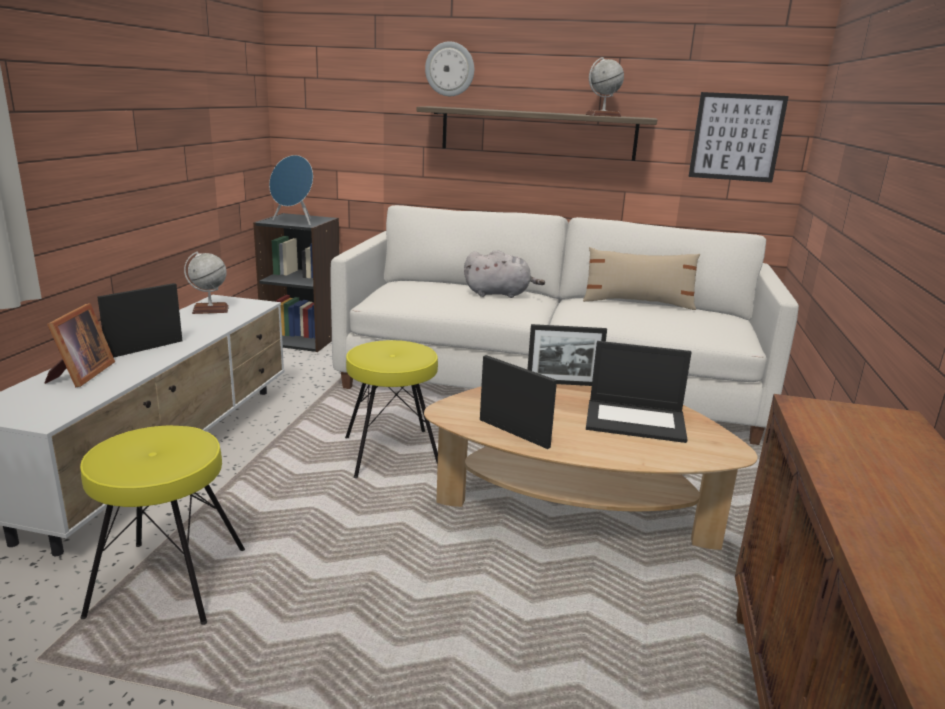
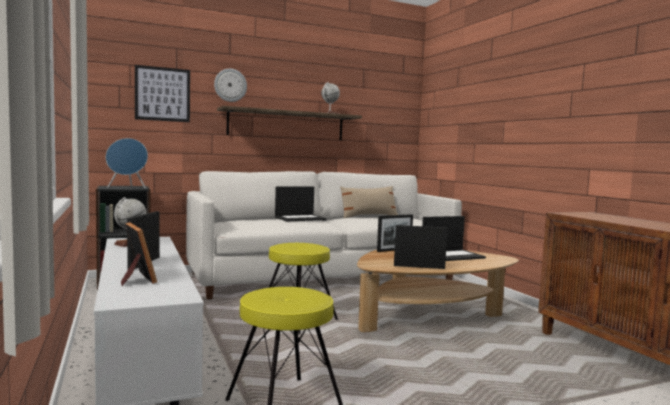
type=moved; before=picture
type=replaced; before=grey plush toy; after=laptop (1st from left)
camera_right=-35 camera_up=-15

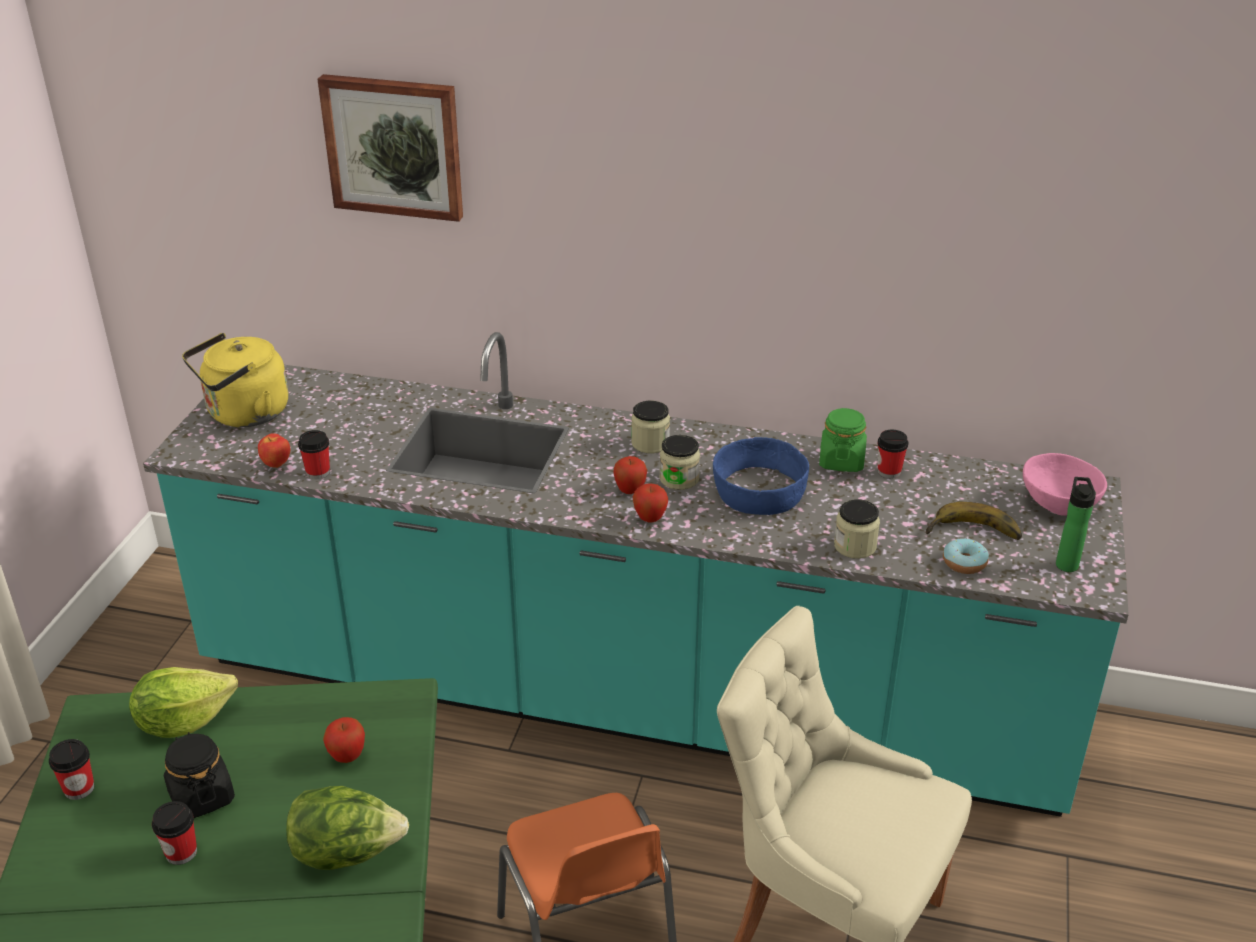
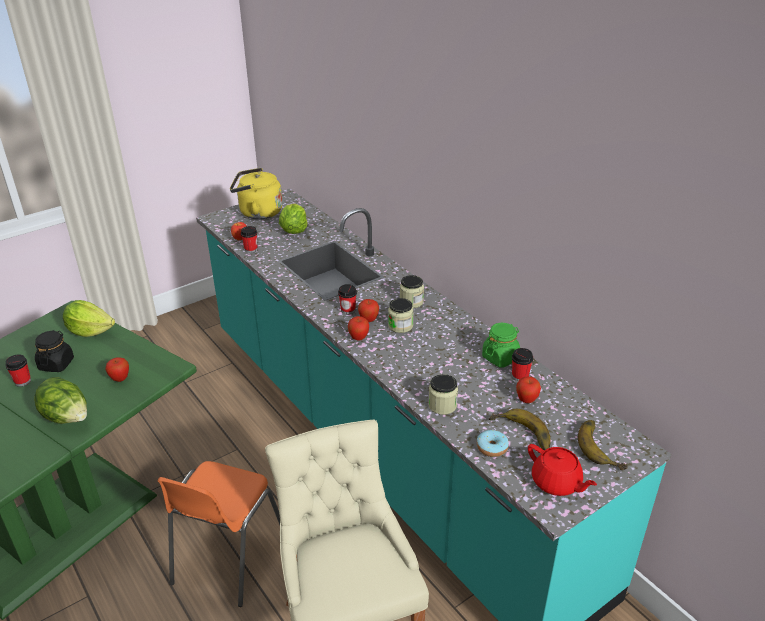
type=added; after=lettuce (3rd from left)
type=moved; before=cup (1st from left in the first image); after=cup (3rd from left)
type=added; after=apple (5th from left)
type=replaced; before=bottle; after=red teapot
type=replaced; before=pink bowl; after=banana (2nd from left)
type=removed; before=picture
type=removed; before=blue bowl
camera_right=40 camera_up=0

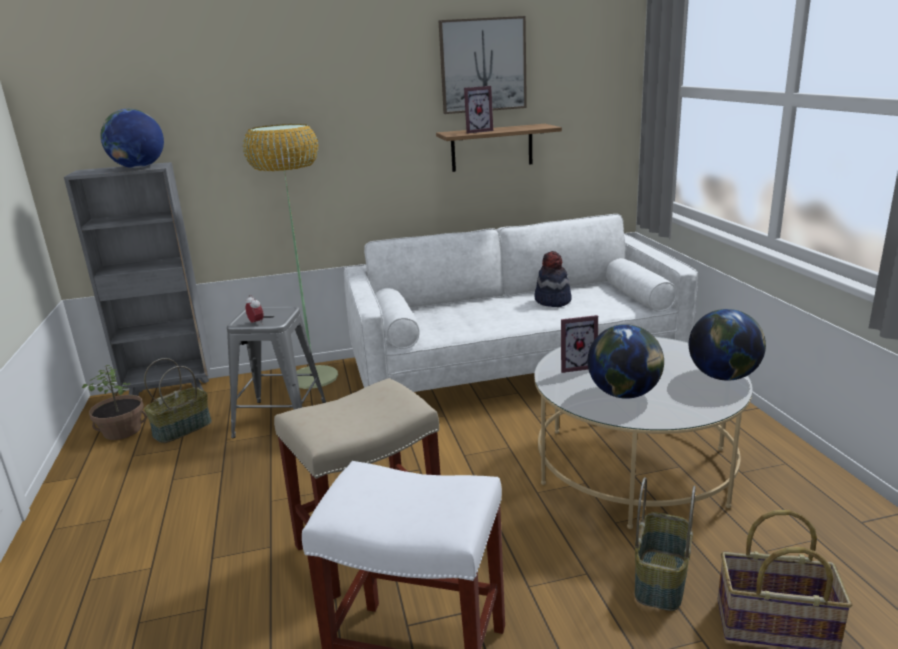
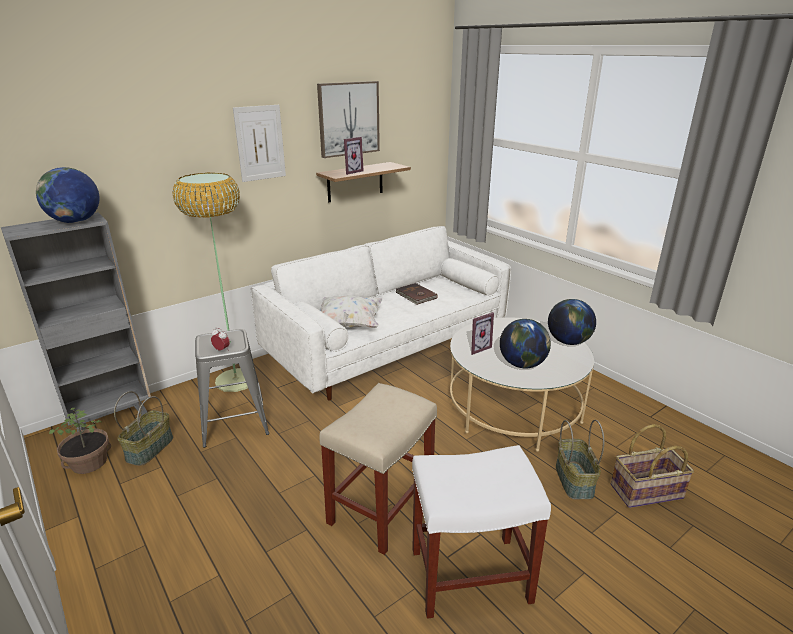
type=added; after=picture (1st from left)
type=added; after=white pillow
type=replaced; before=hat; after=brown book
camera_right=-25 camera_up=5

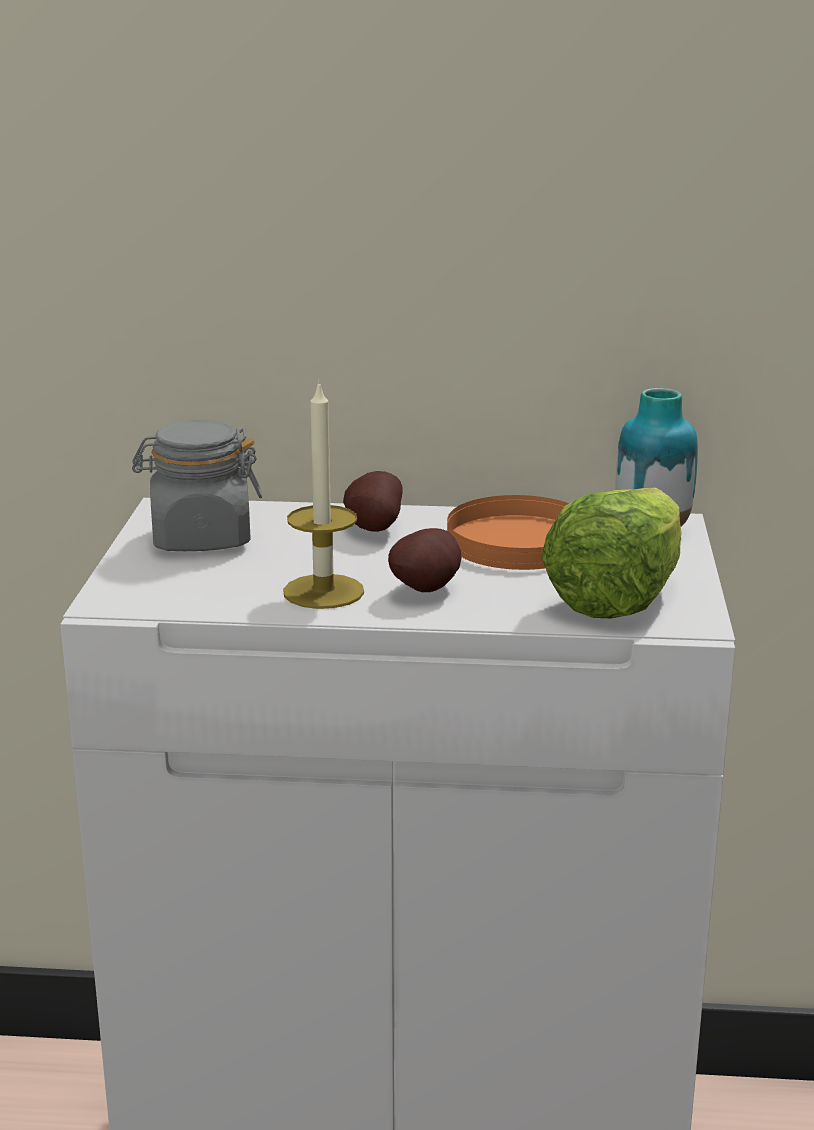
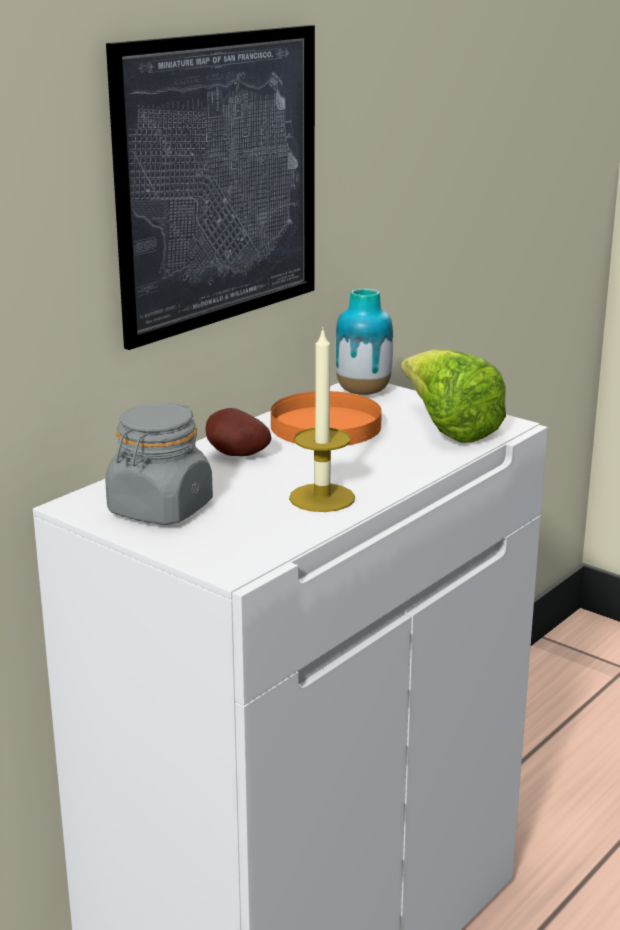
type=added; after=picture
type=removed; before=potato (2nd from left)
camera_right=-55 camera_up=0

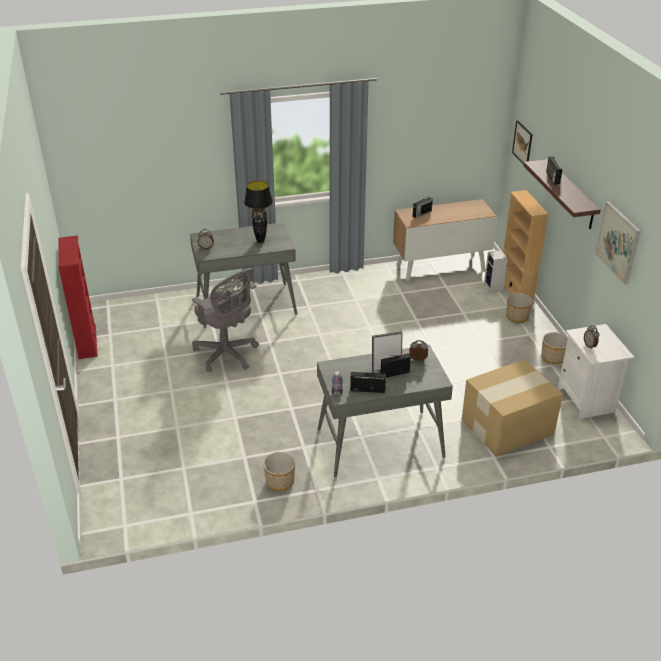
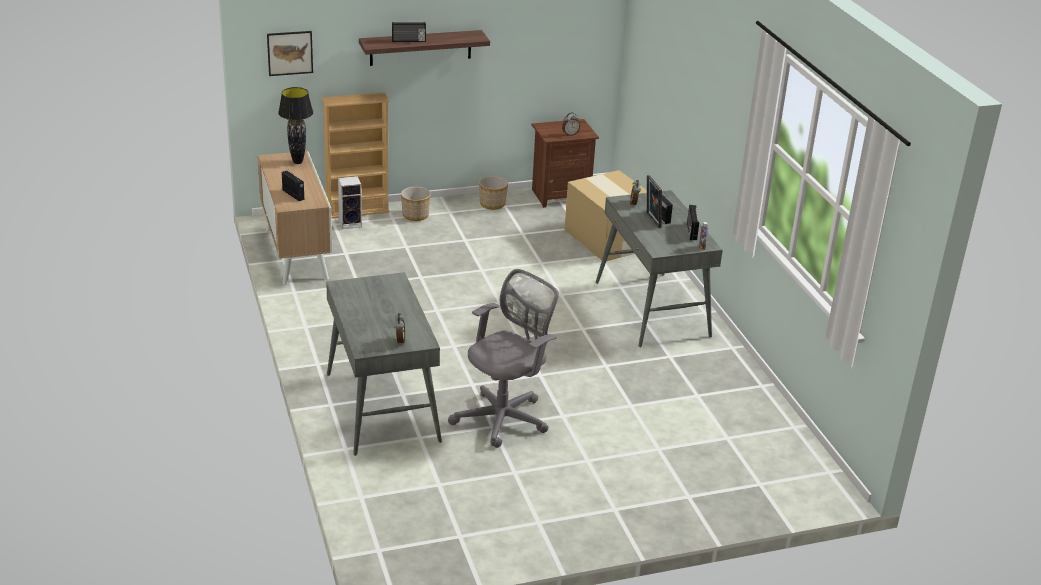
type=moved; before=black table lamp
type=recoloured; before=white nightstand; after=brown nightstand
type=removed; before=red bookcase
type=removed; before=planter (1st from left)
type=removed; before=picture (2nd from left)
camera_right=-95 camera_up=-5

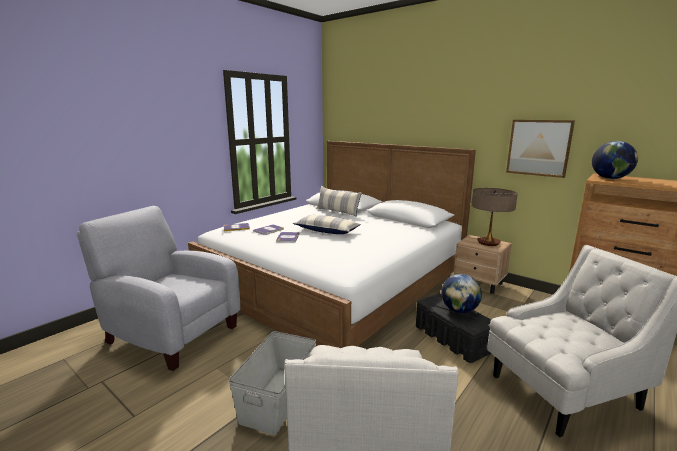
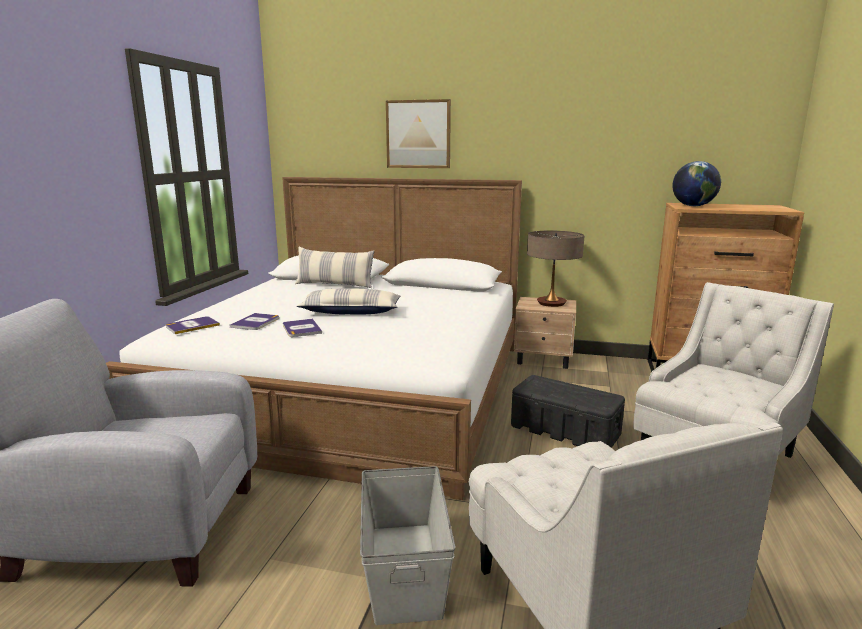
type=moved; before=picture
type=removed; before=globe (1st from left)
camera_right=-25 camera_up=0

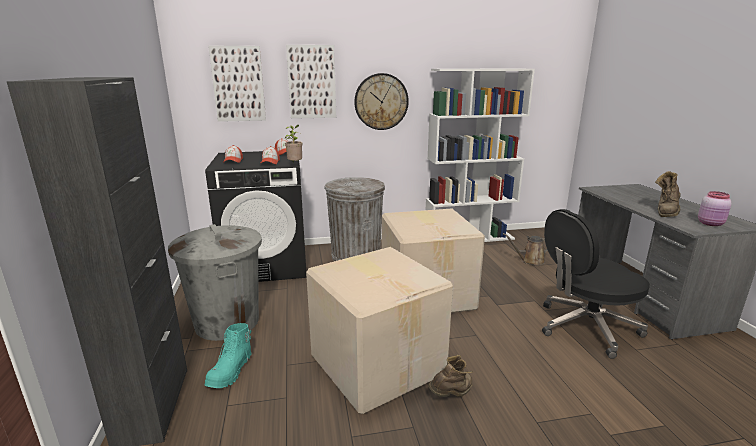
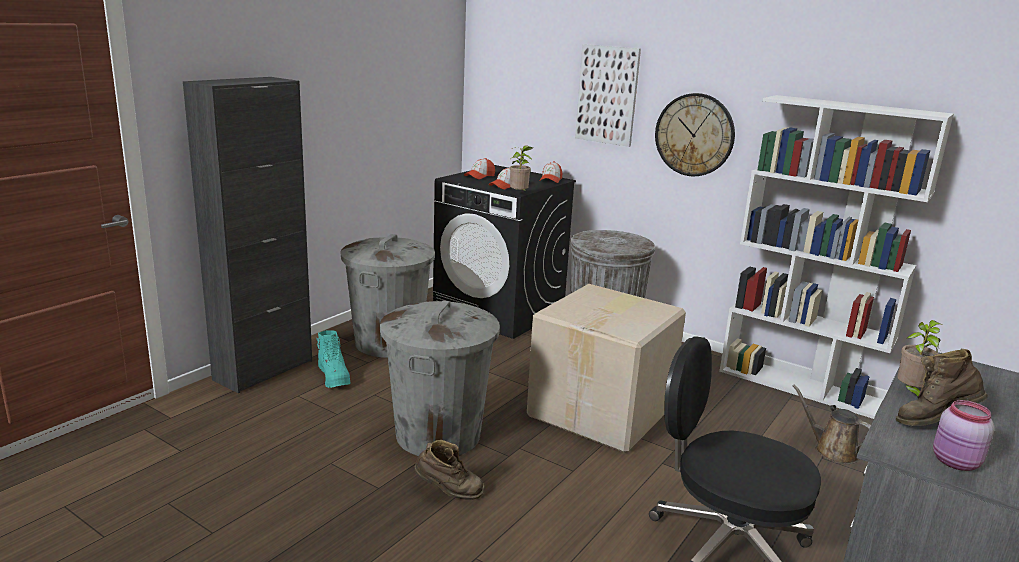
type=turned; before=turquoise boot; turn=-90
type=replaced; before=cardboard box (1st from left); after=grey trash can (2nd from left)
type=added; after=potted plant (2nd from left)
type=removed; before=picture (1st from left)
camera_right=45 camera_up=0

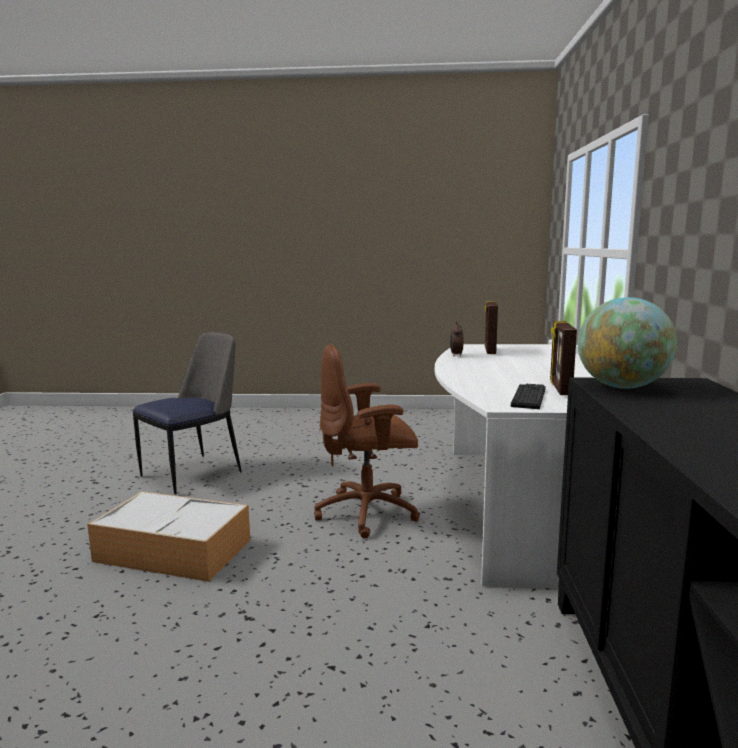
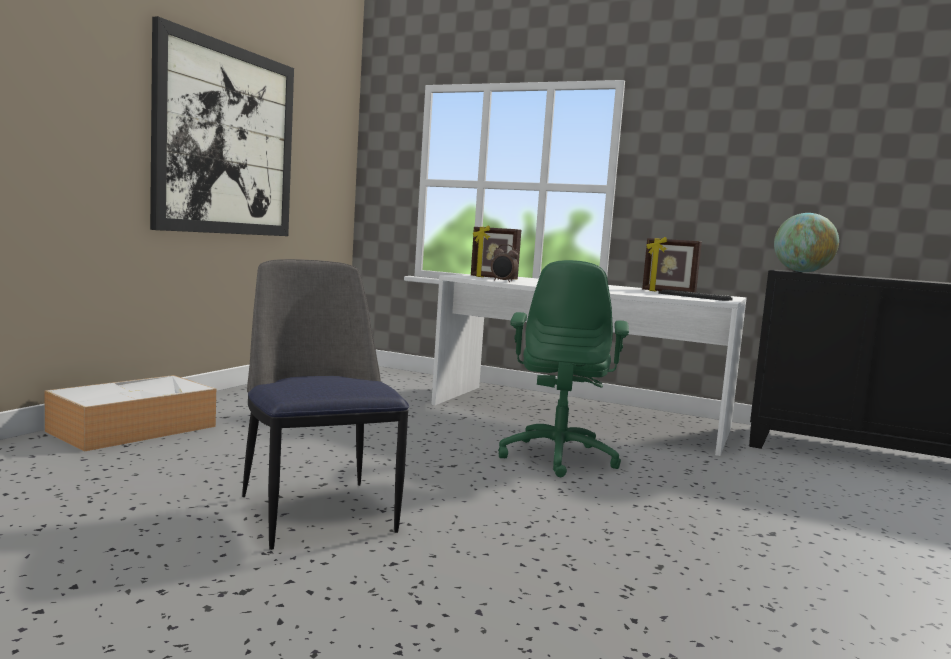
type=moved; before=storage box
type=added; after=picture
type=recoloured; before=brown office chair; after=green office chair
camera_right=-70 camera_up=-5

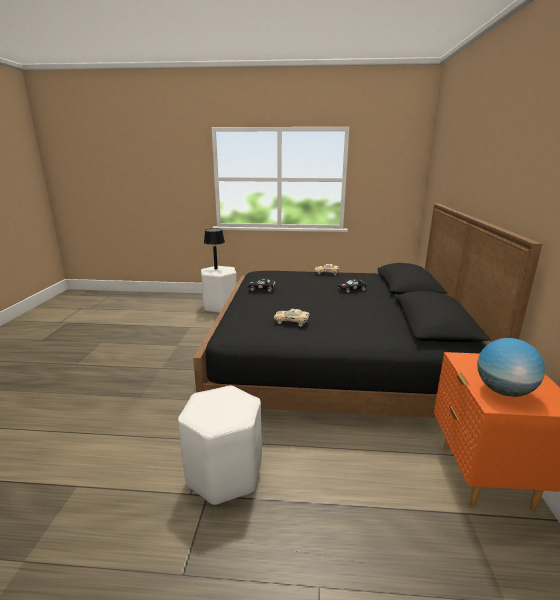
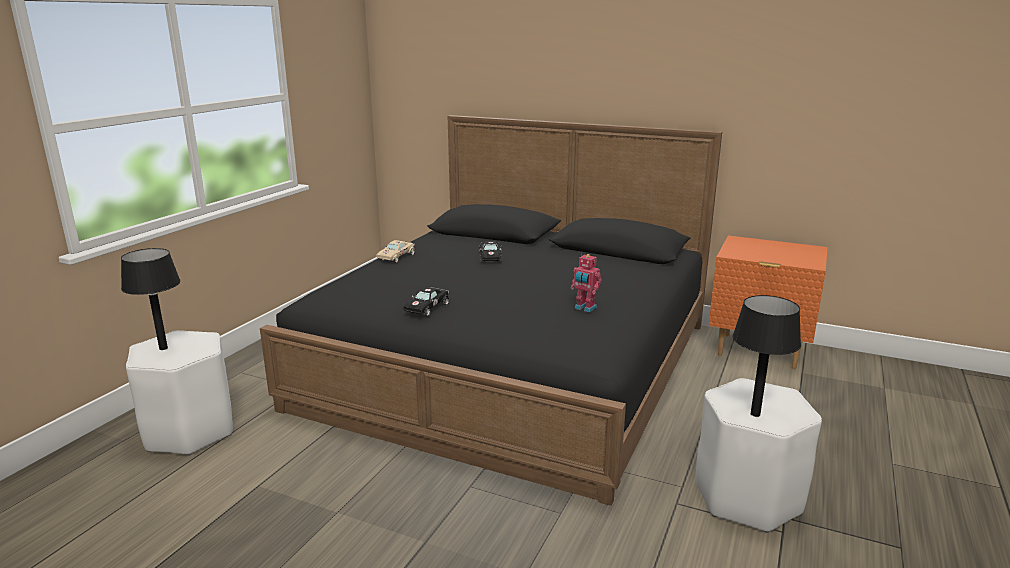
type=replaced; before=beige toy car (1st from left); after=toy robot
type=added; after=black table lamp (2nd from left)
type=removed; before=globe
camera_right=-70 camera_up=0

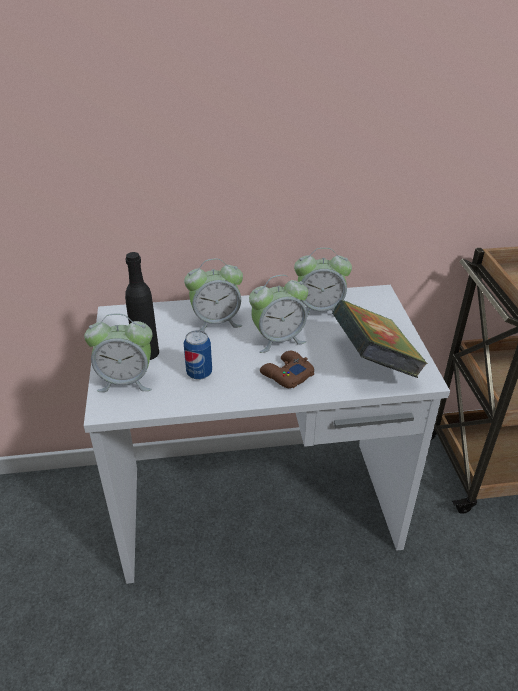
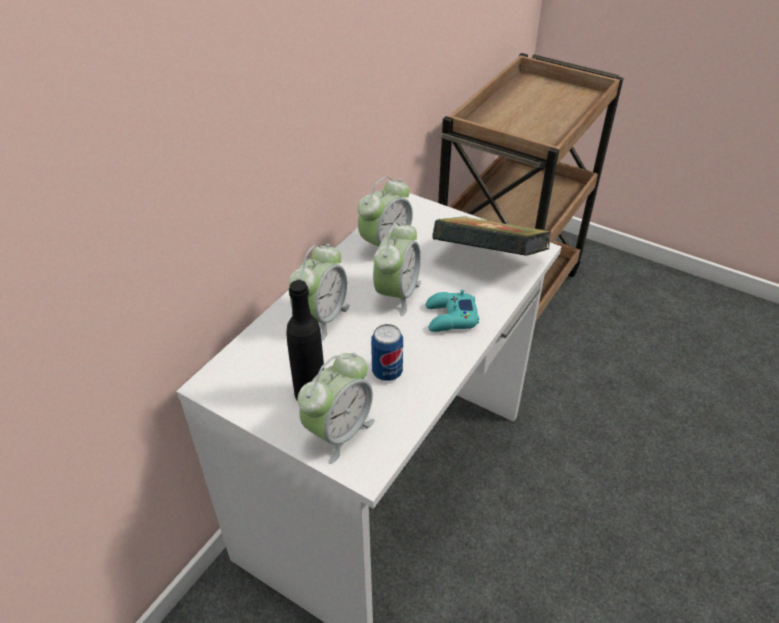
type=recoloured; before=brown game controller; after=turquoise game controller
camera_right=-50 camera_up=5

